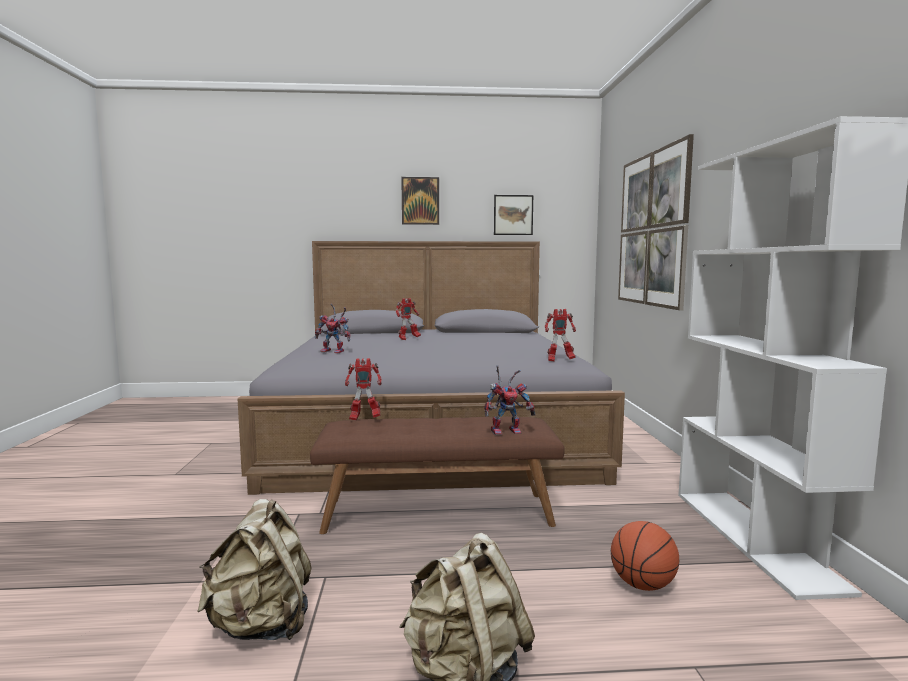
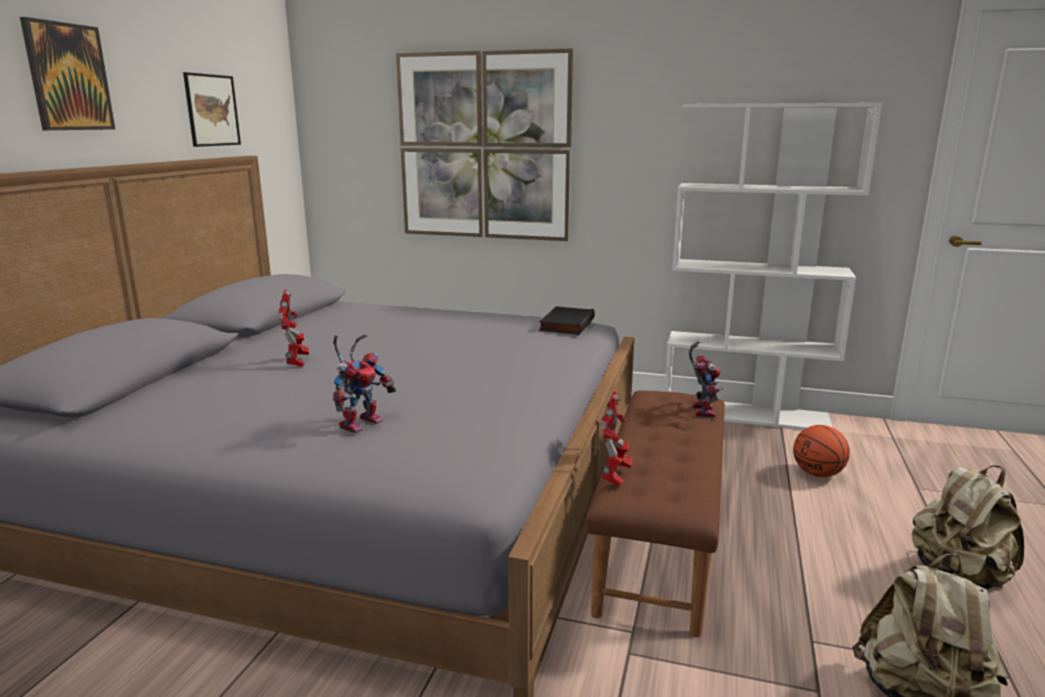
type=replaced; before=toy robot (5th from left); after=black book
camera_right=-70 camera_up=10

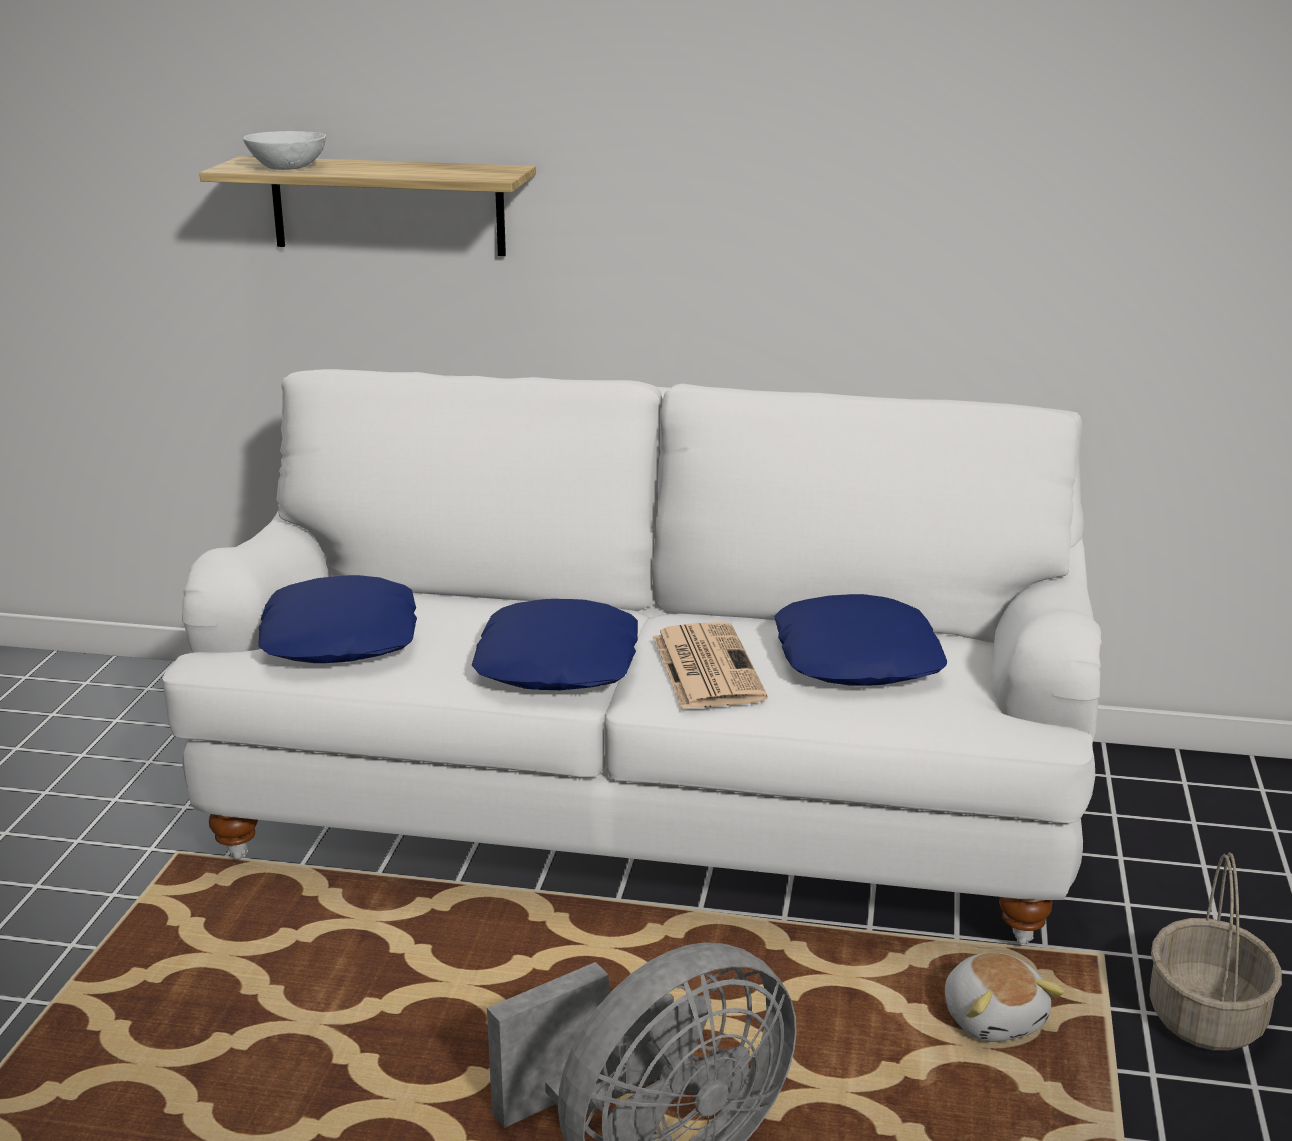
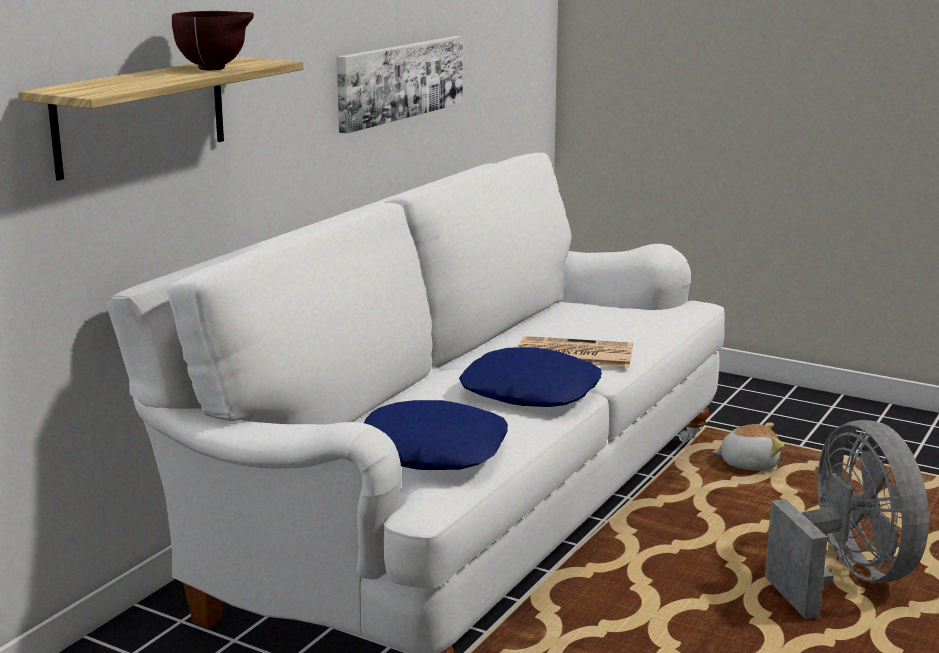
type=added; after=brown bowl
type=added; after=picture
type=removed; before=white bowl
type=removed; before=blue pillow (3rd from left)
type=removed; before=basket
camera_right=-70 camera_up=-5

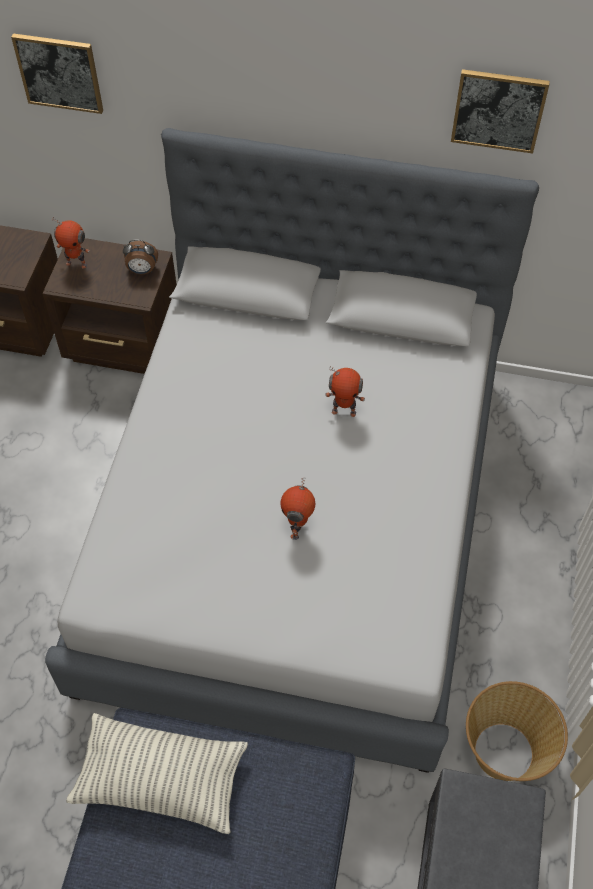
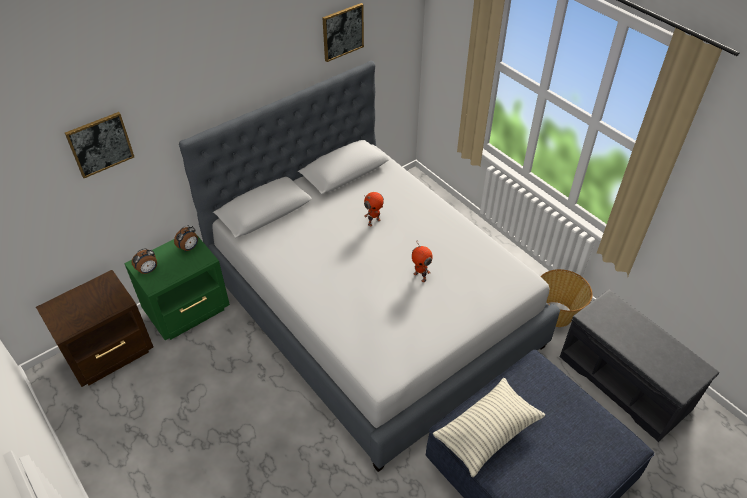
type=recoloured; before=brown nightstand (2nd from left); after=green nightstand
type=replaced; before=toy robot (1st from left); after=alarm clock (1st from left)
camera_right=-50 camera_up=-10

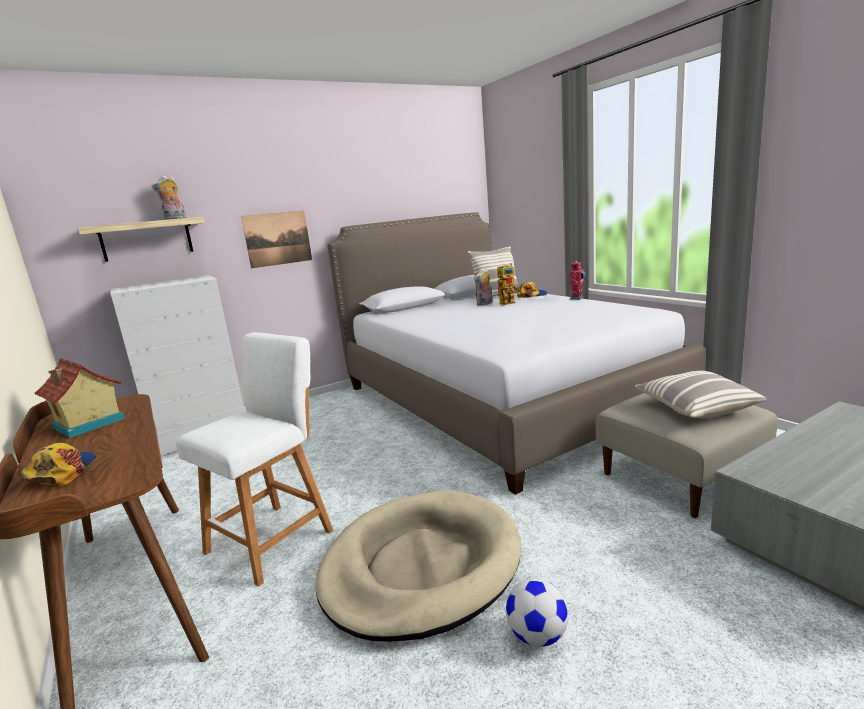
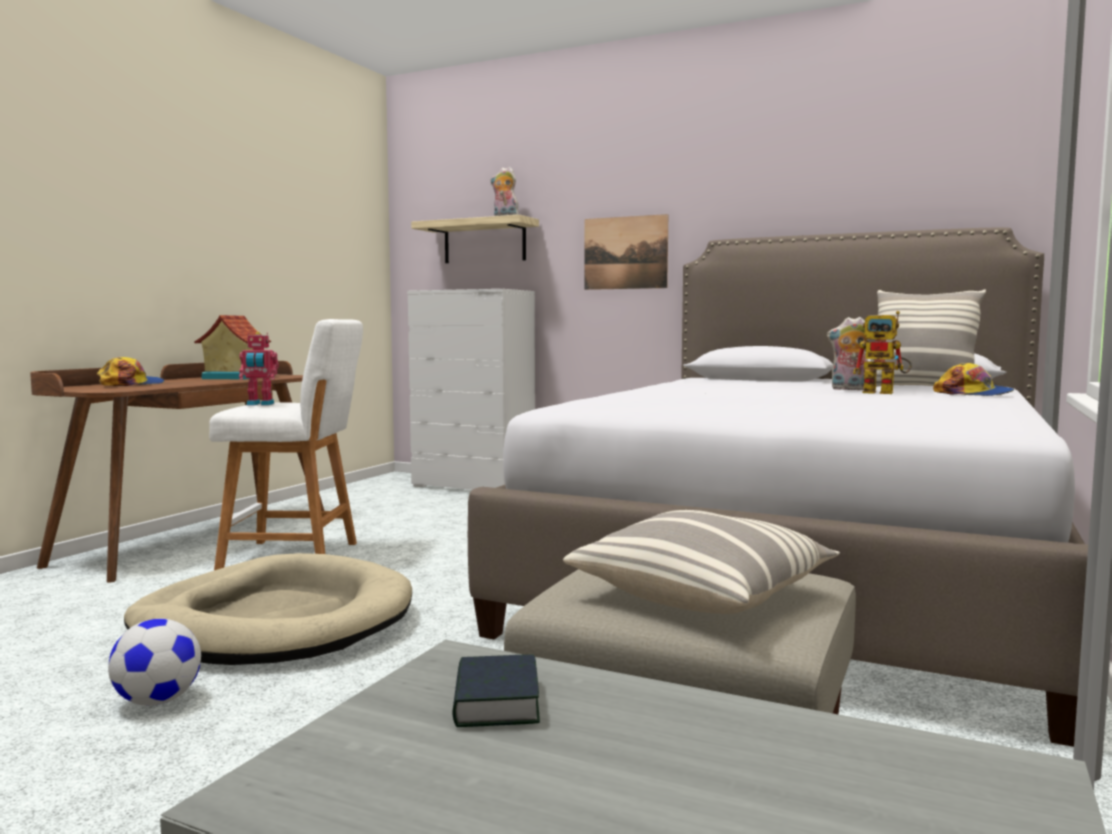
type=moved; before=toy robot (2nd from left in the first image); after=toy robot (1st from left)
type=added; after=book
camera_right=55 camera_up=-10

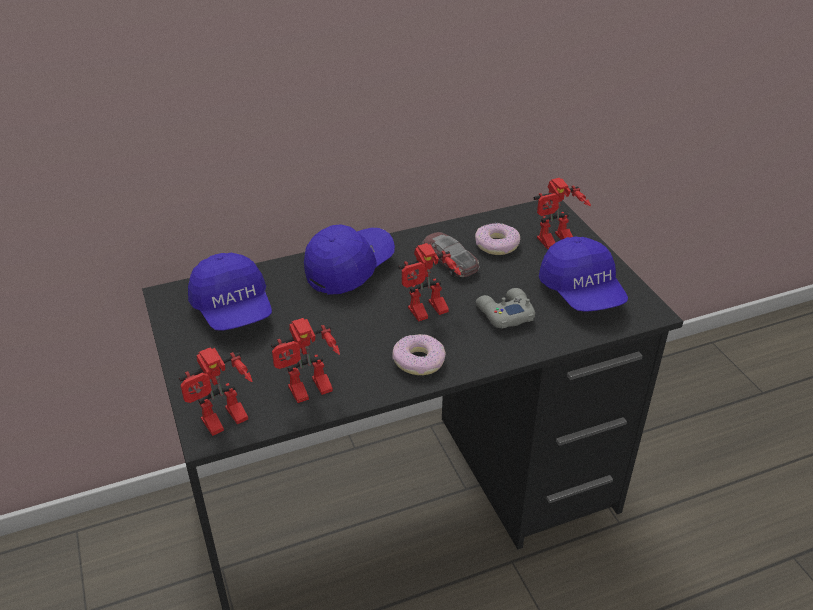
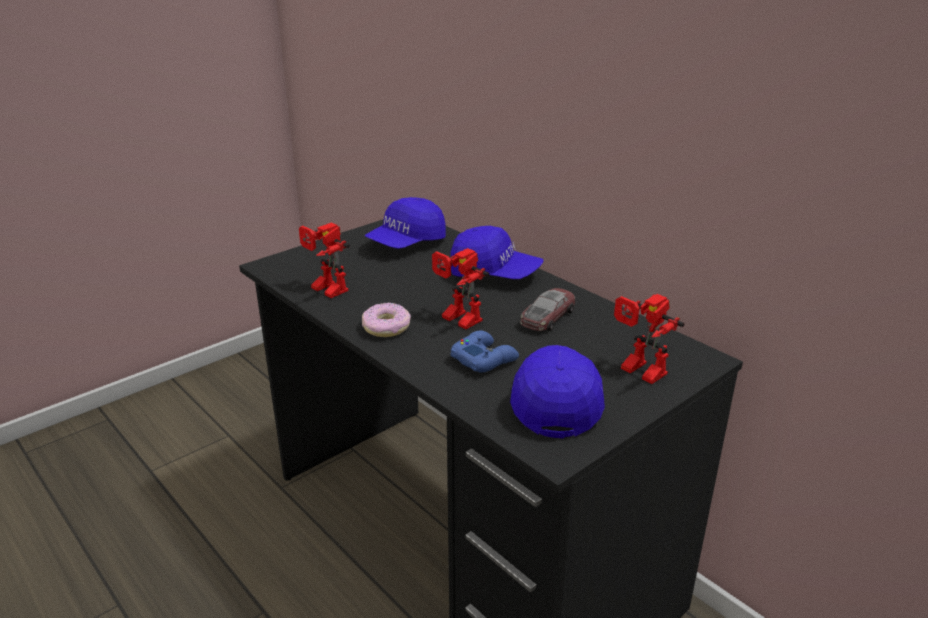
type=recoloured; before=grey game controller; after=blue game controller
type=turned; before=blue cap (3rd from left); turn=135
type=removed; before=toy robot (1st from left)
type=removed; before=donut (2nd from left)
camera_right=70 camera_up=-10

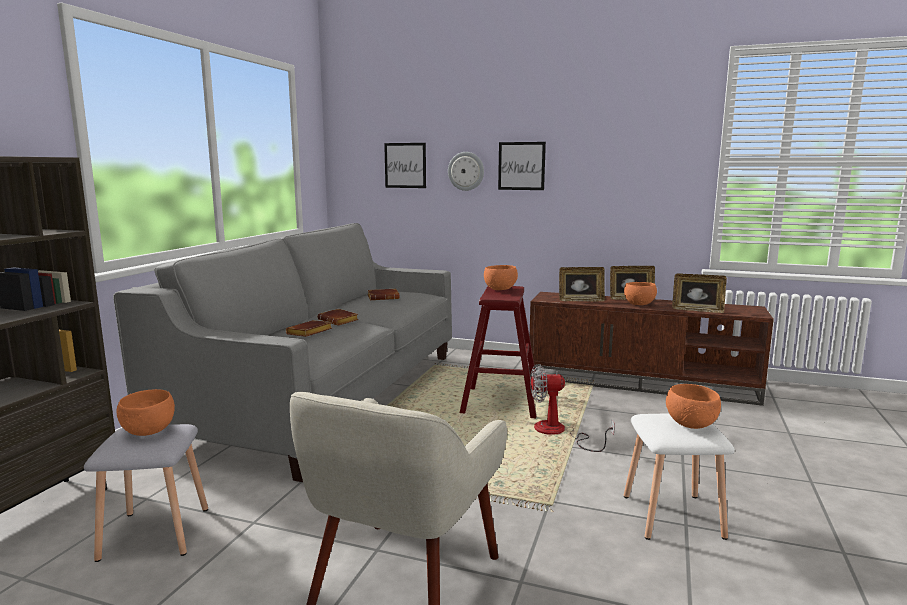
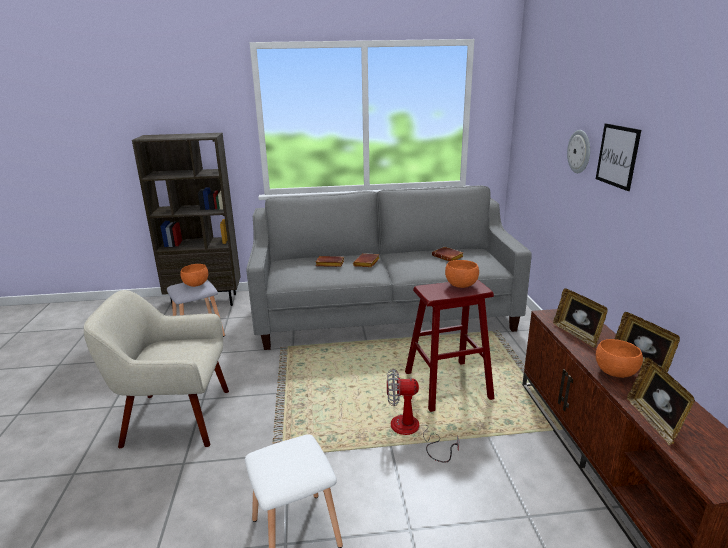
type=turned; before=fan; turn=-60
type=removed; before=picture (1st from left)
type=removed; before=orange bowl (4th from left)
camera_right=65 camera_up=10

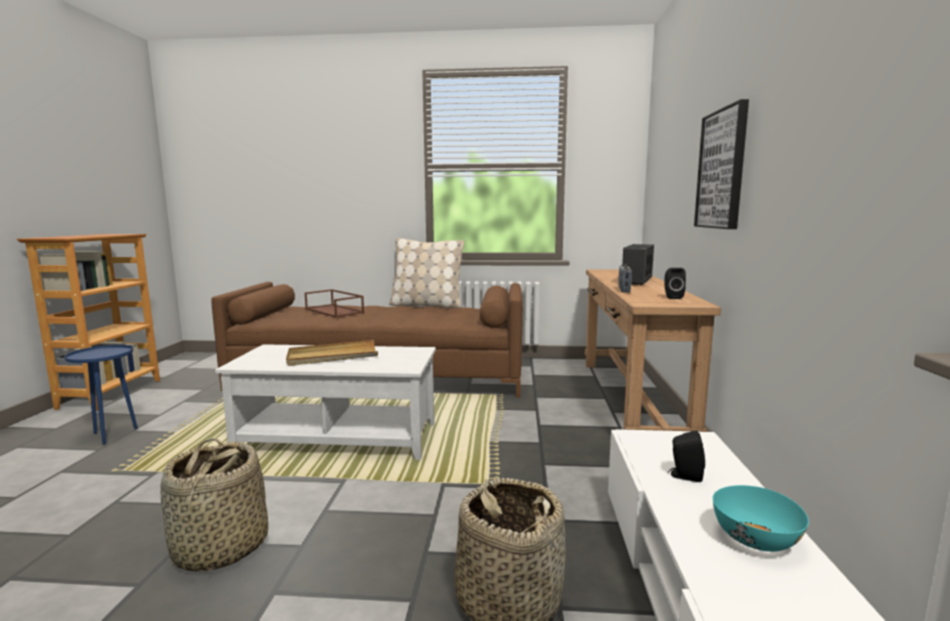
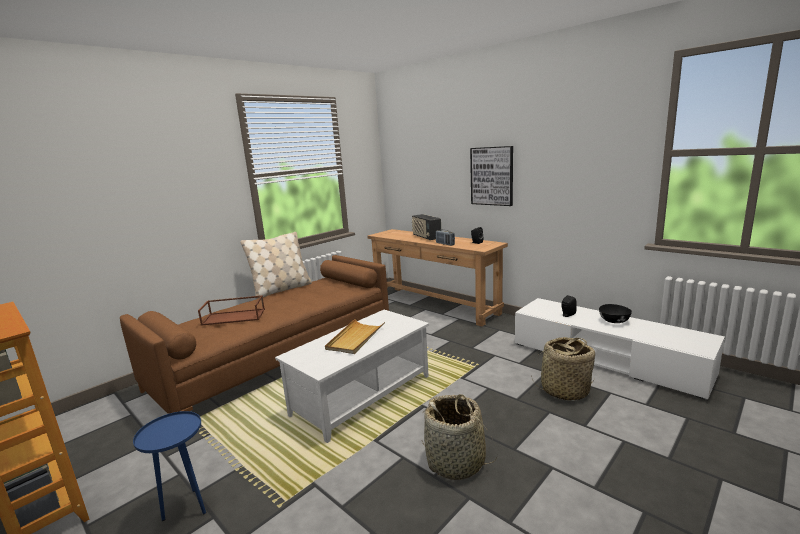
type=recoloured; before=turquoise bowl; after=black bowl
camera_right=-50 camera_up=5

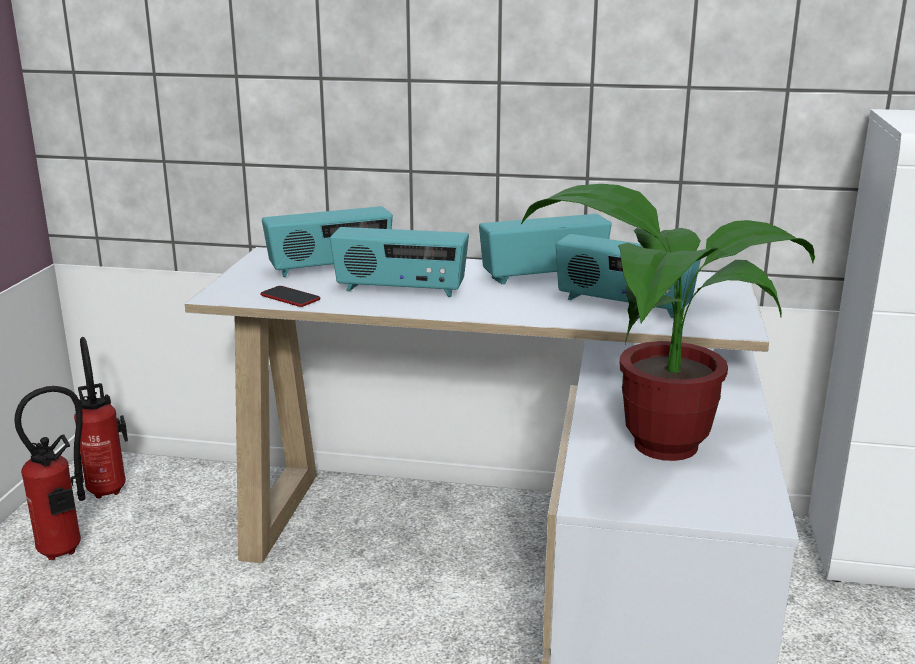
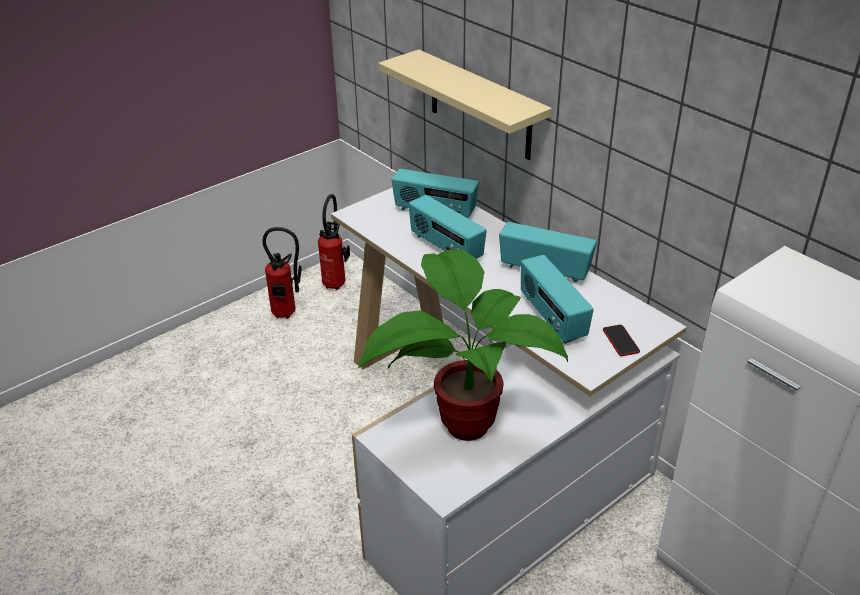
type=added; after=beige shelf
type=moved; before=phone
camera_right=40 camera_up=15

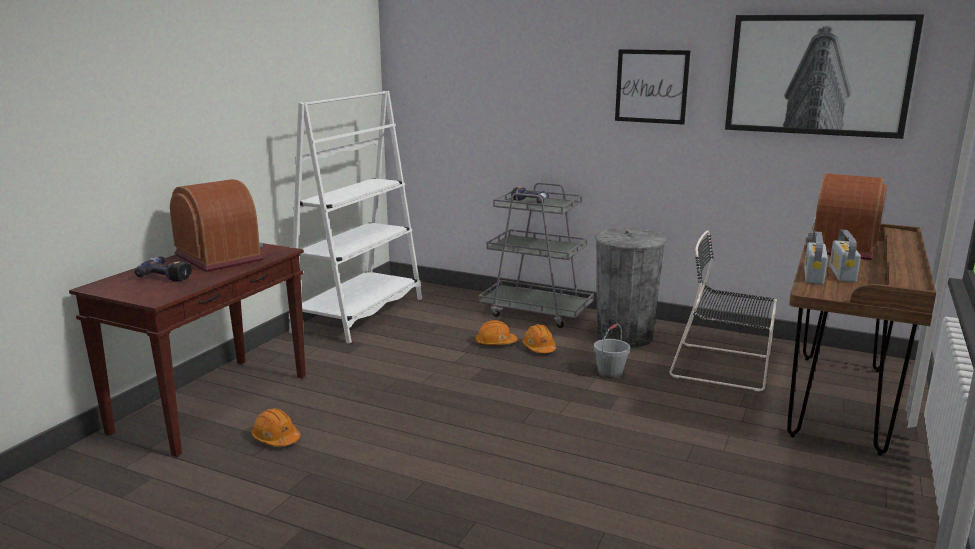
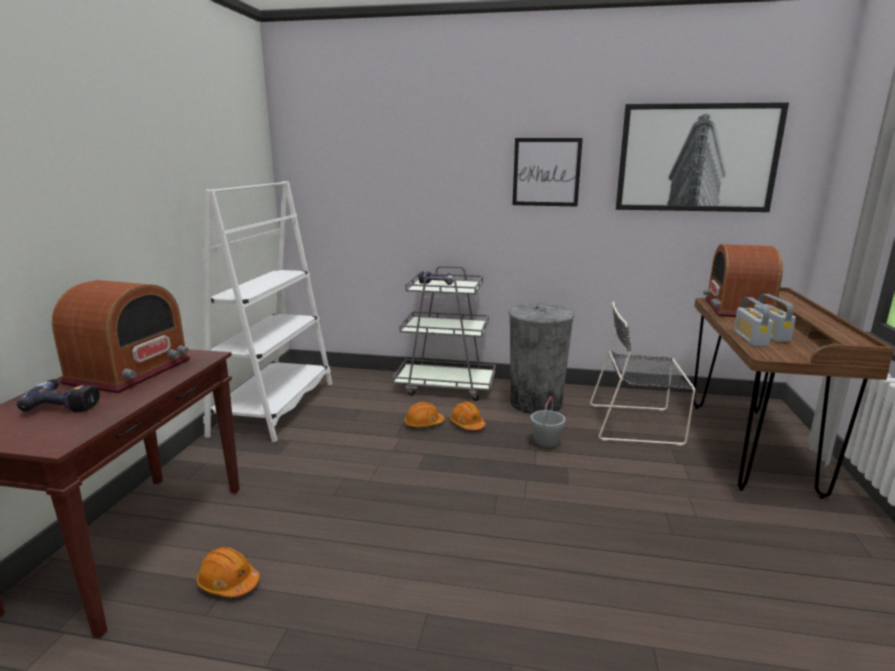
type=turned; before=radio (1st from left); turn=75
camera_right=-15 camera_up=0

